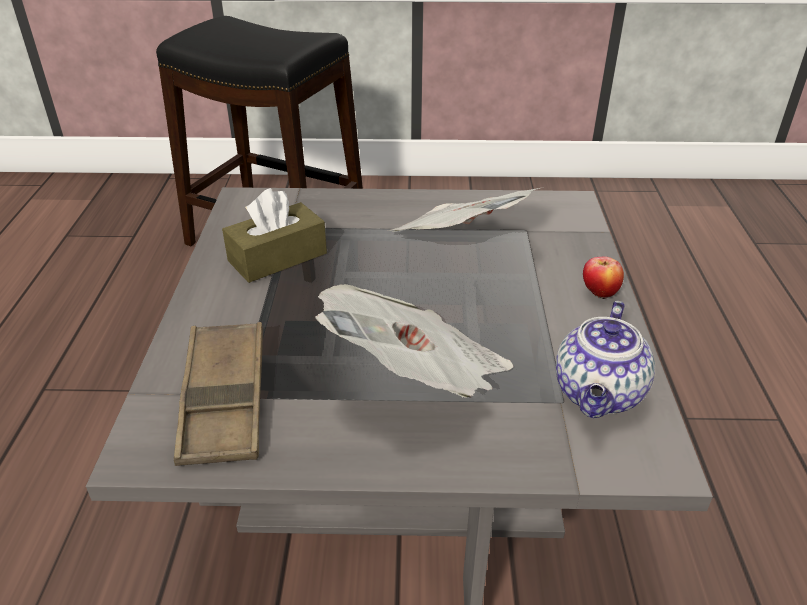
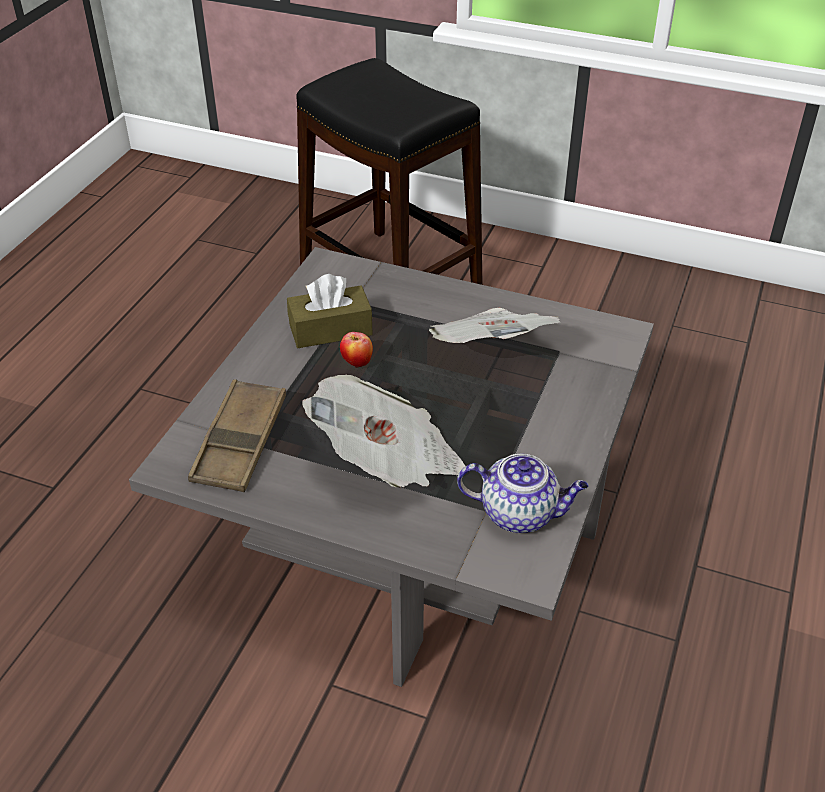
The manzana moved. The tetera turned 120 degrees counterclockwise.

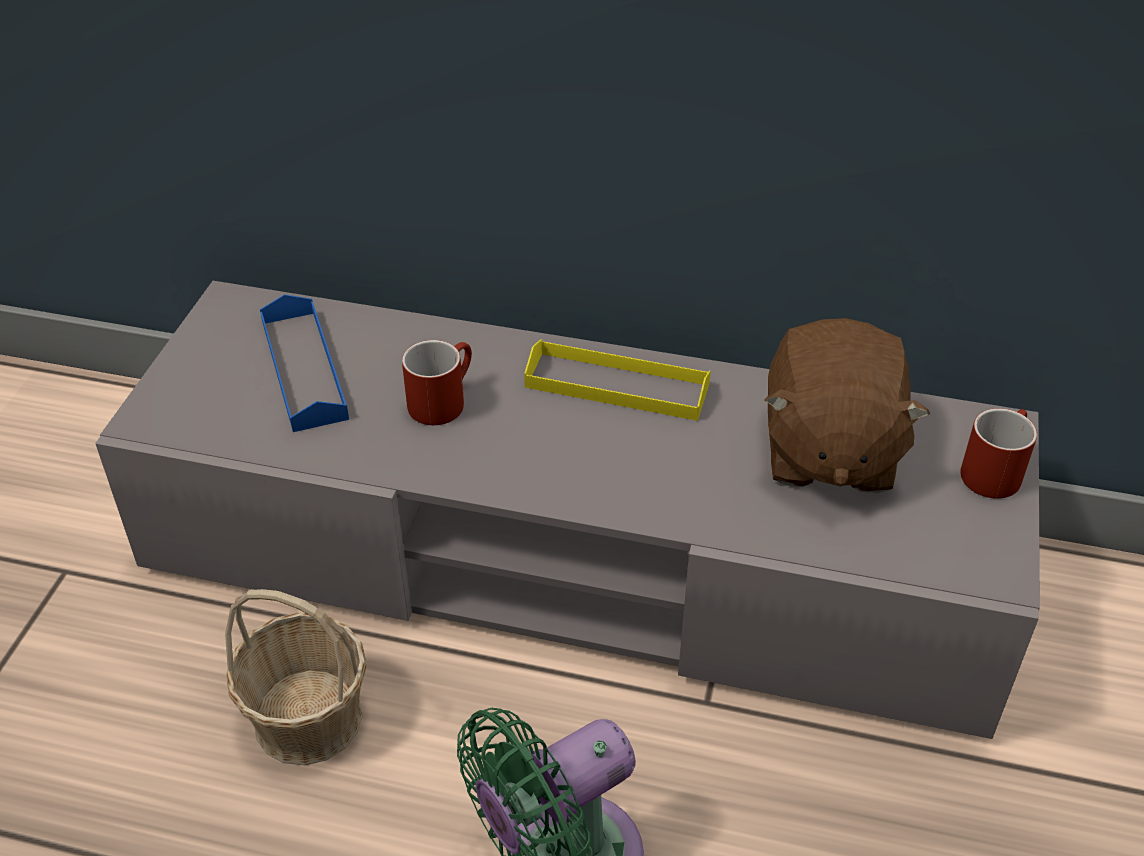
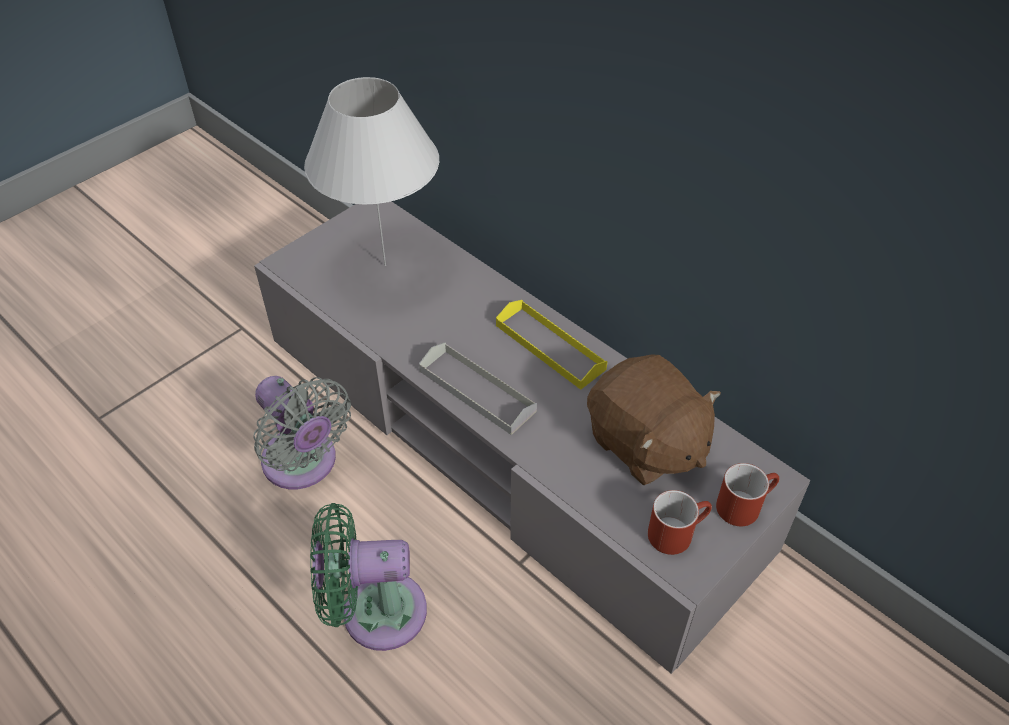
The bandeja (gris) appeared. The taza grande (rojo) (1st from left) moved. The cesta was replaced by the ventilador (gris). The bandeja (azul) was replaced by the lámpara de mesa (blanco). The peluche (marrón) turned 75 degrees counterclockwise.

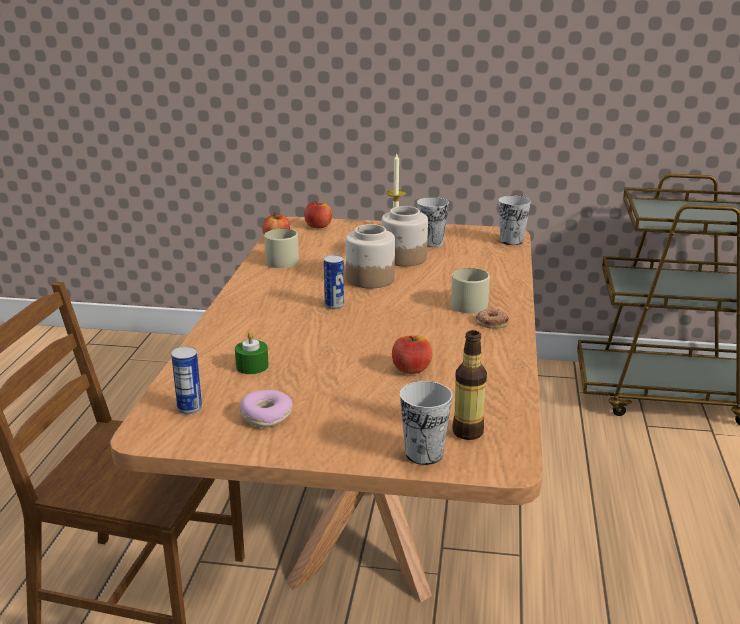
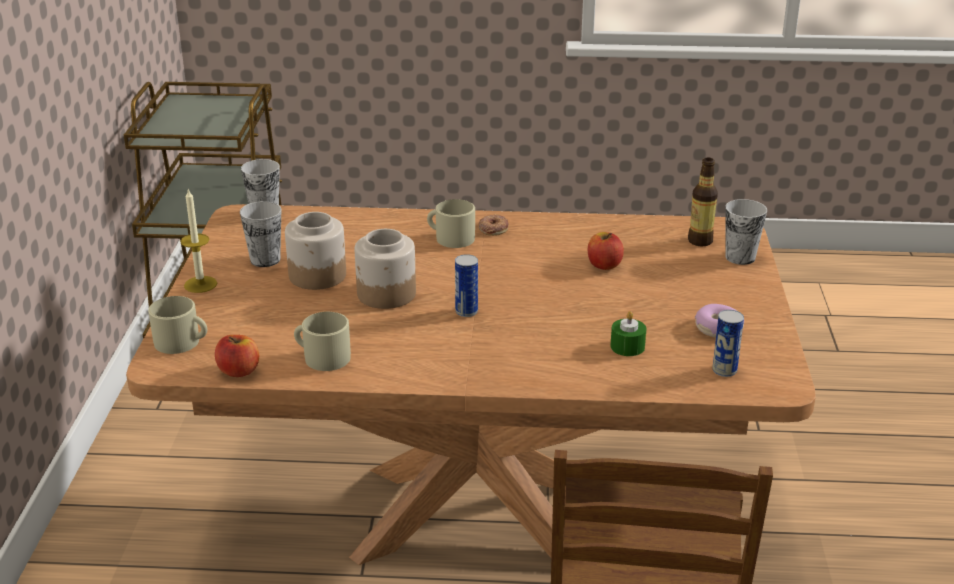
The manzana (2nd from left) was replaced by the taza grande (beis) (1st from left).

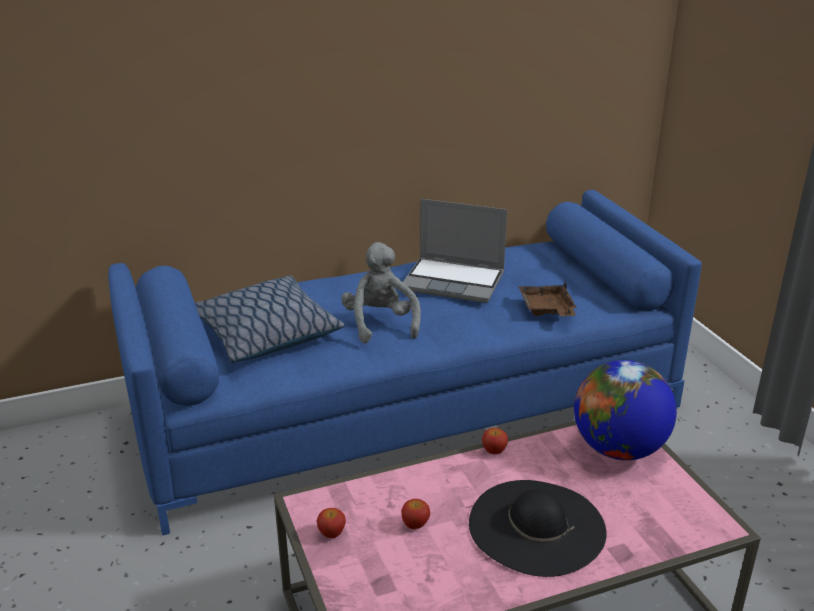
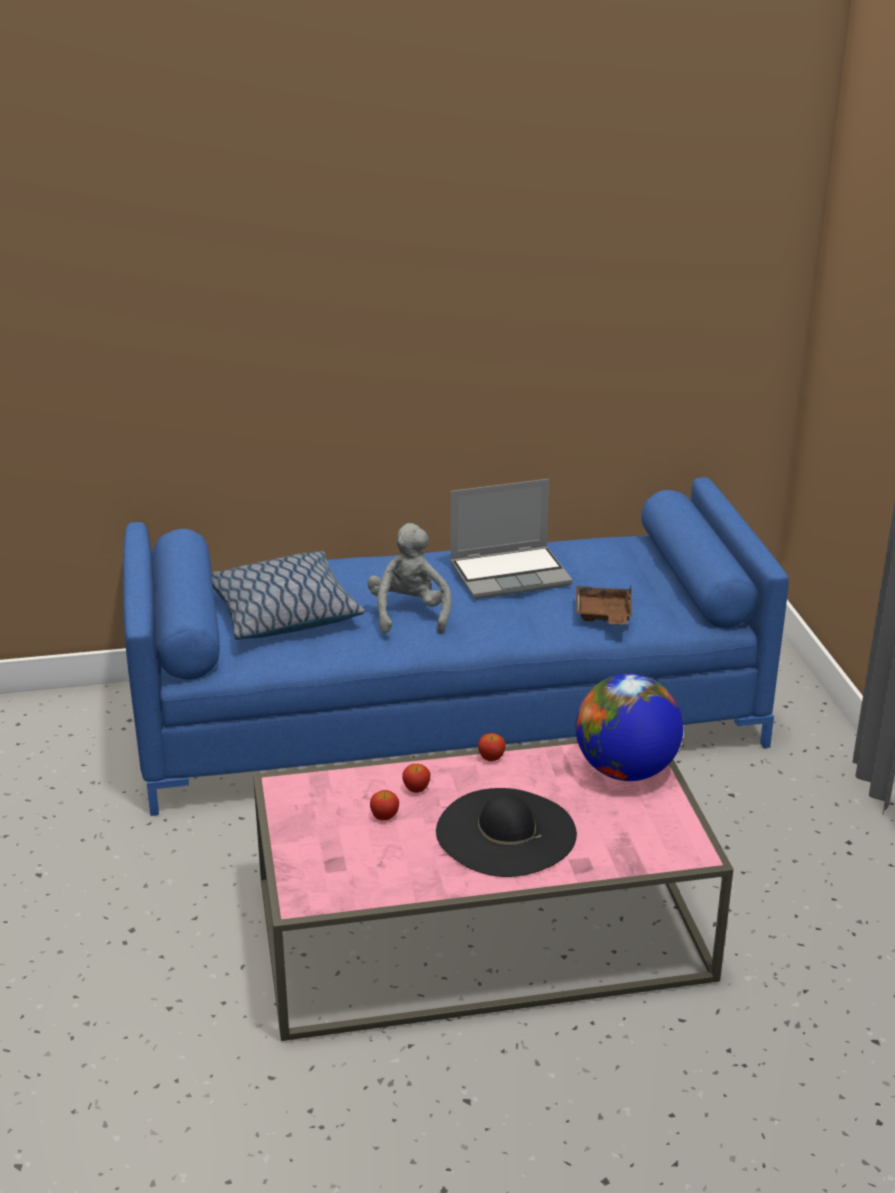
The manzana (1st from left in the first image) moved. The portátil turned 45 degrees counterclockwise.

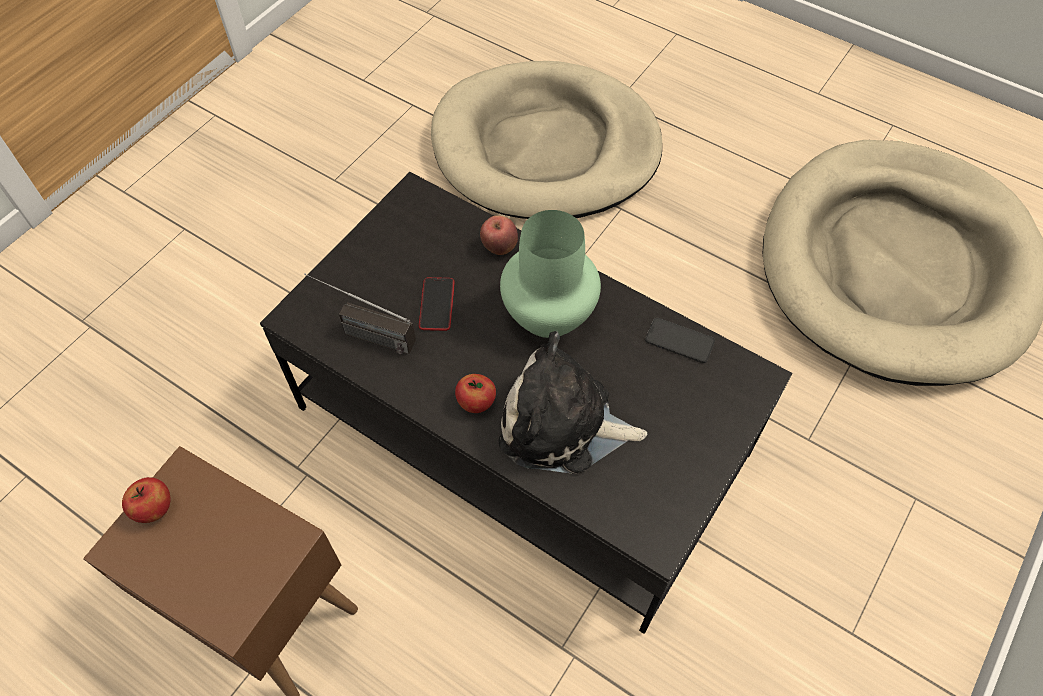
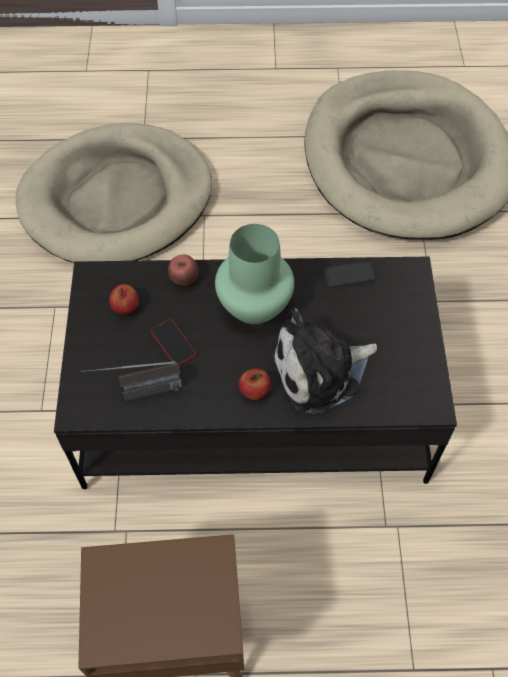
The manzana (1st from left) moved.

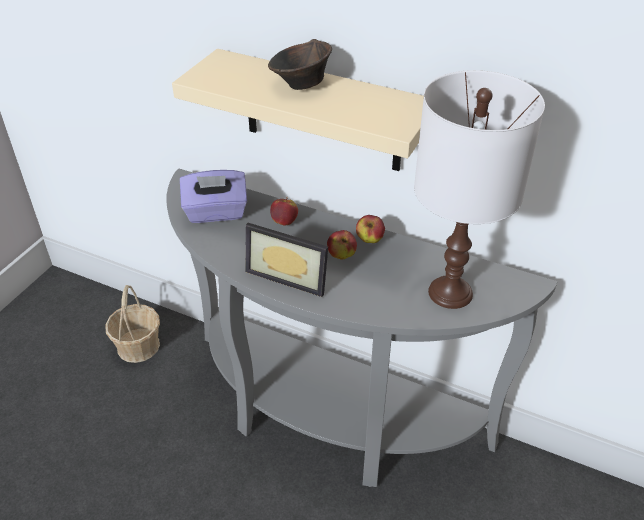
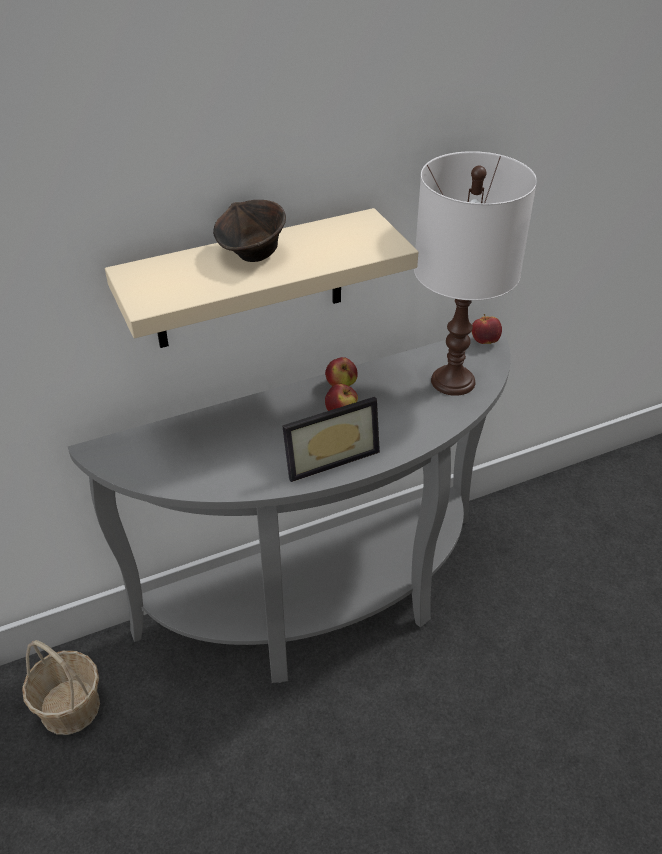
The caja de pañuelos (morado) disappeared. The manzana (1st from left in the first image) moved.

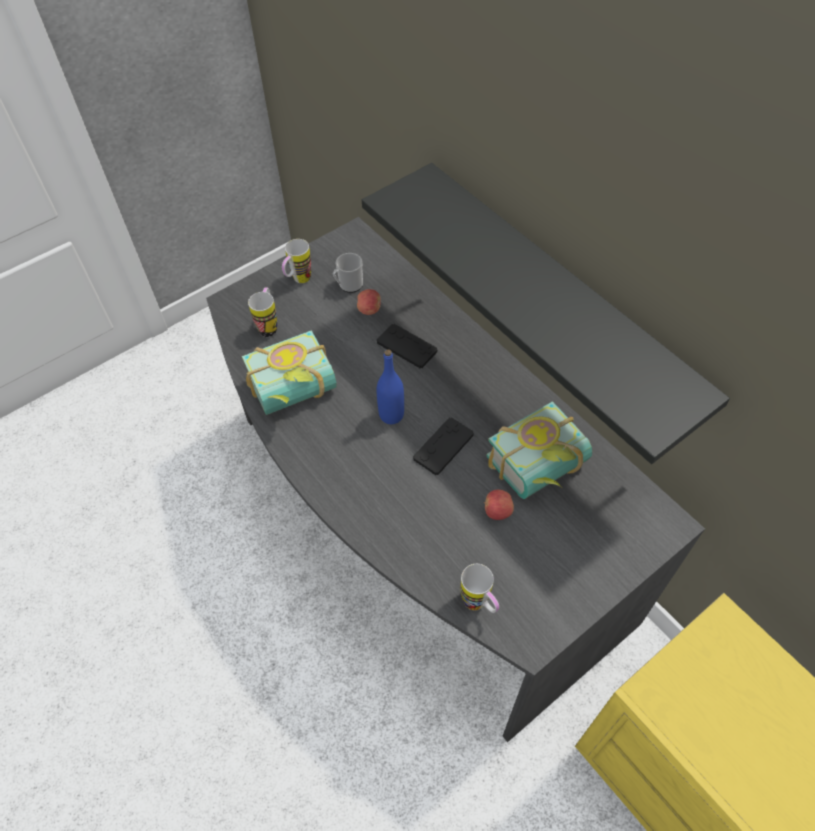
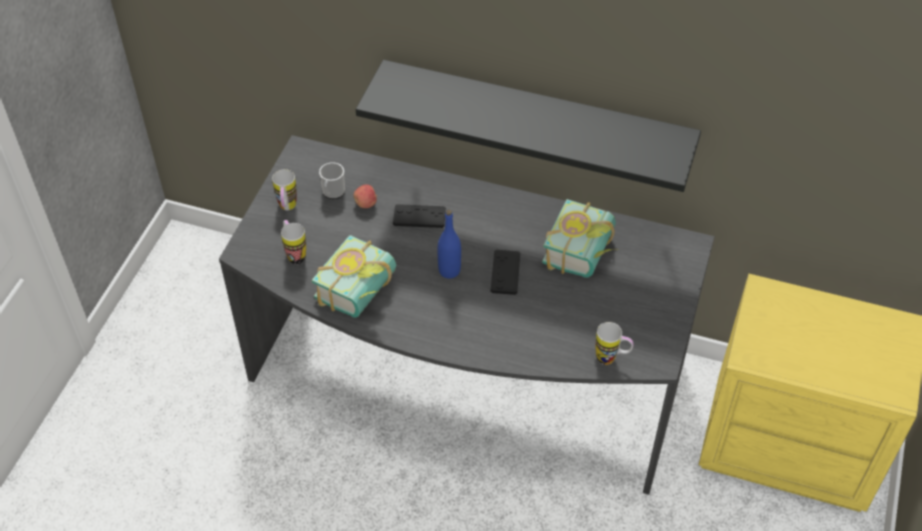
The manzana (2nd from left) disappeared.

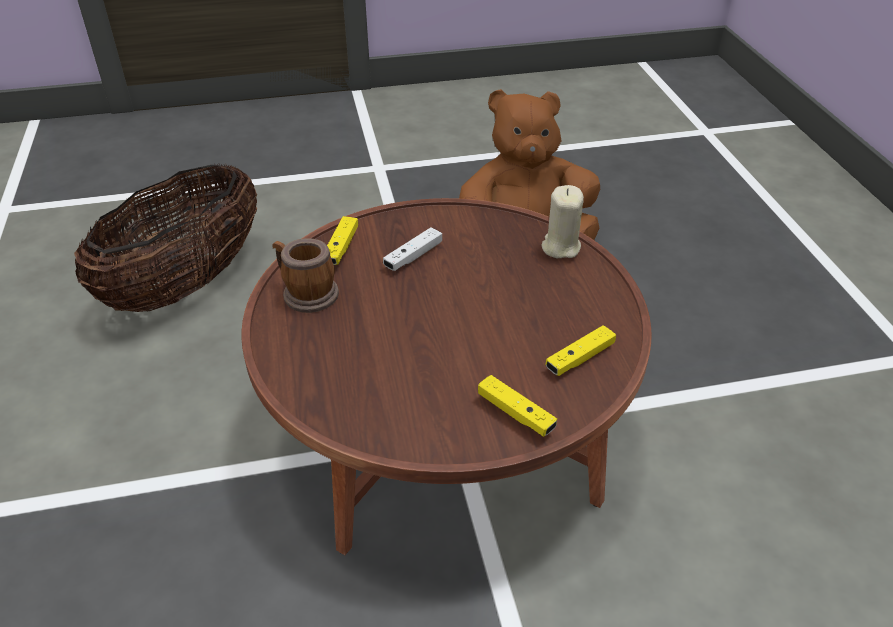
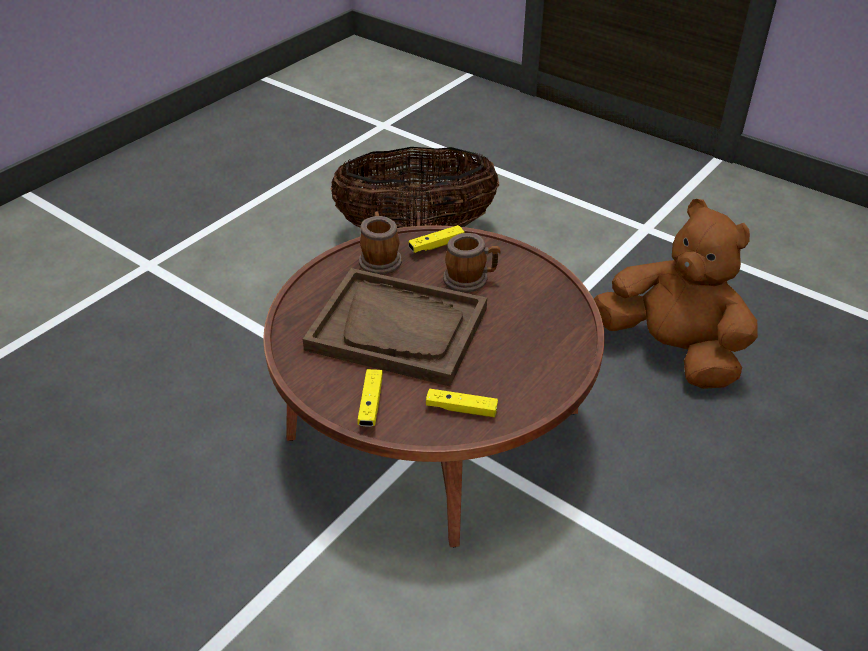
The vela (beis) disappeared. The bandeja (marrón) appeared. The mando de consola (blanco) was replaced by the taza grande (2nd from left).

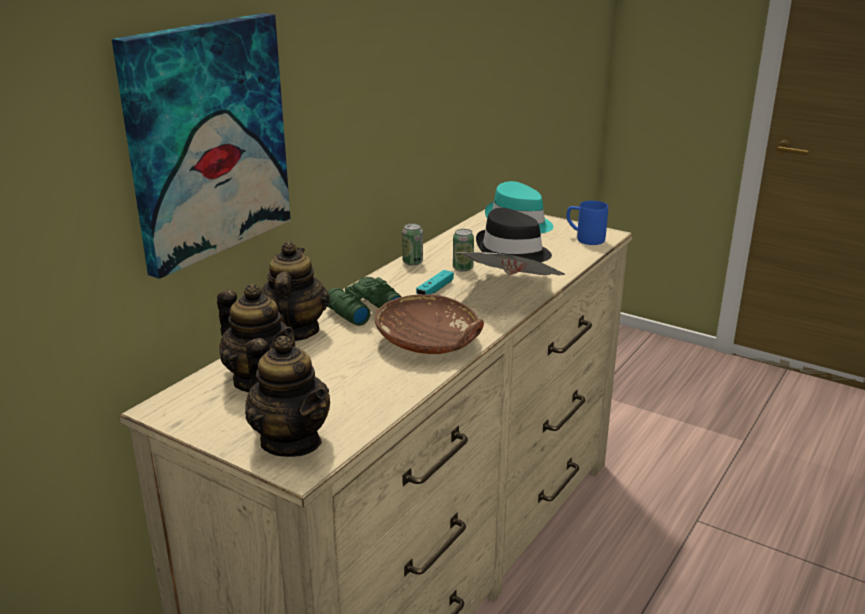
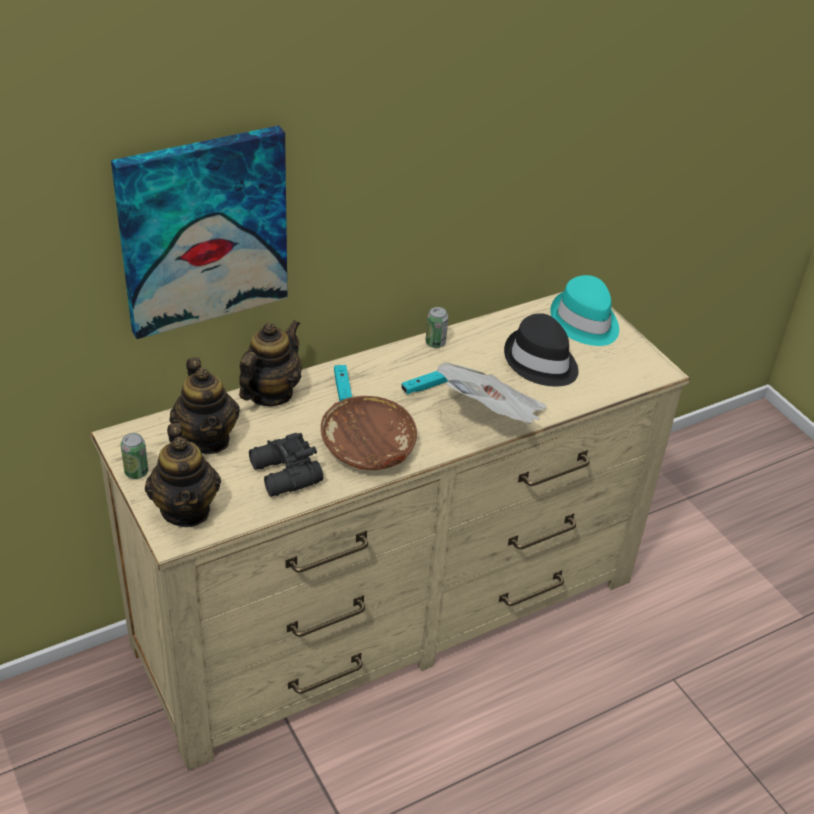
The taza grande (azul) disappeared. The prismáticos (negro) appeared. The lata (2nd from left in the first image) moved. The prismáticos (verde) was replaced by the mando de consola (turquesa) (1st from left).

